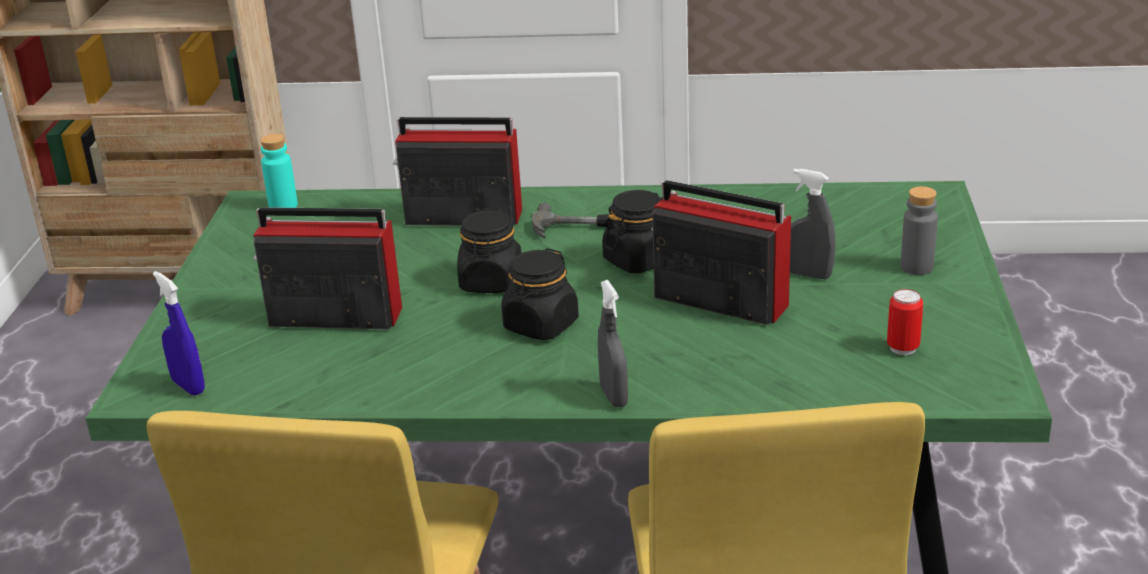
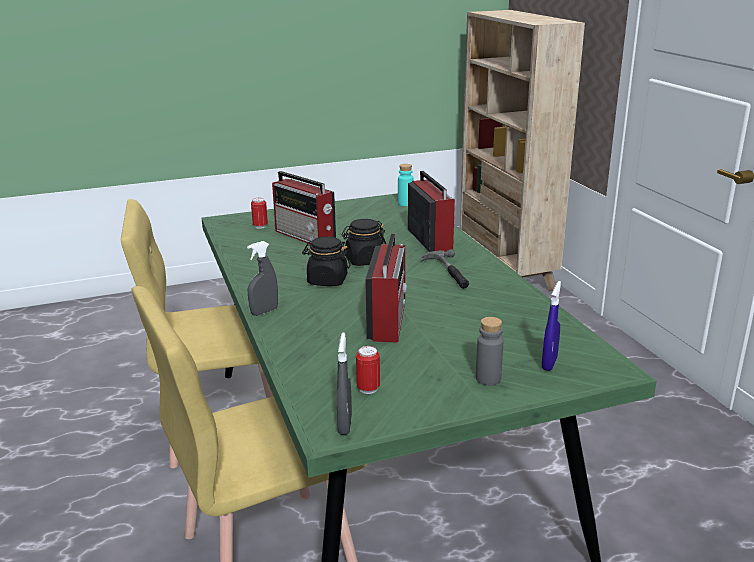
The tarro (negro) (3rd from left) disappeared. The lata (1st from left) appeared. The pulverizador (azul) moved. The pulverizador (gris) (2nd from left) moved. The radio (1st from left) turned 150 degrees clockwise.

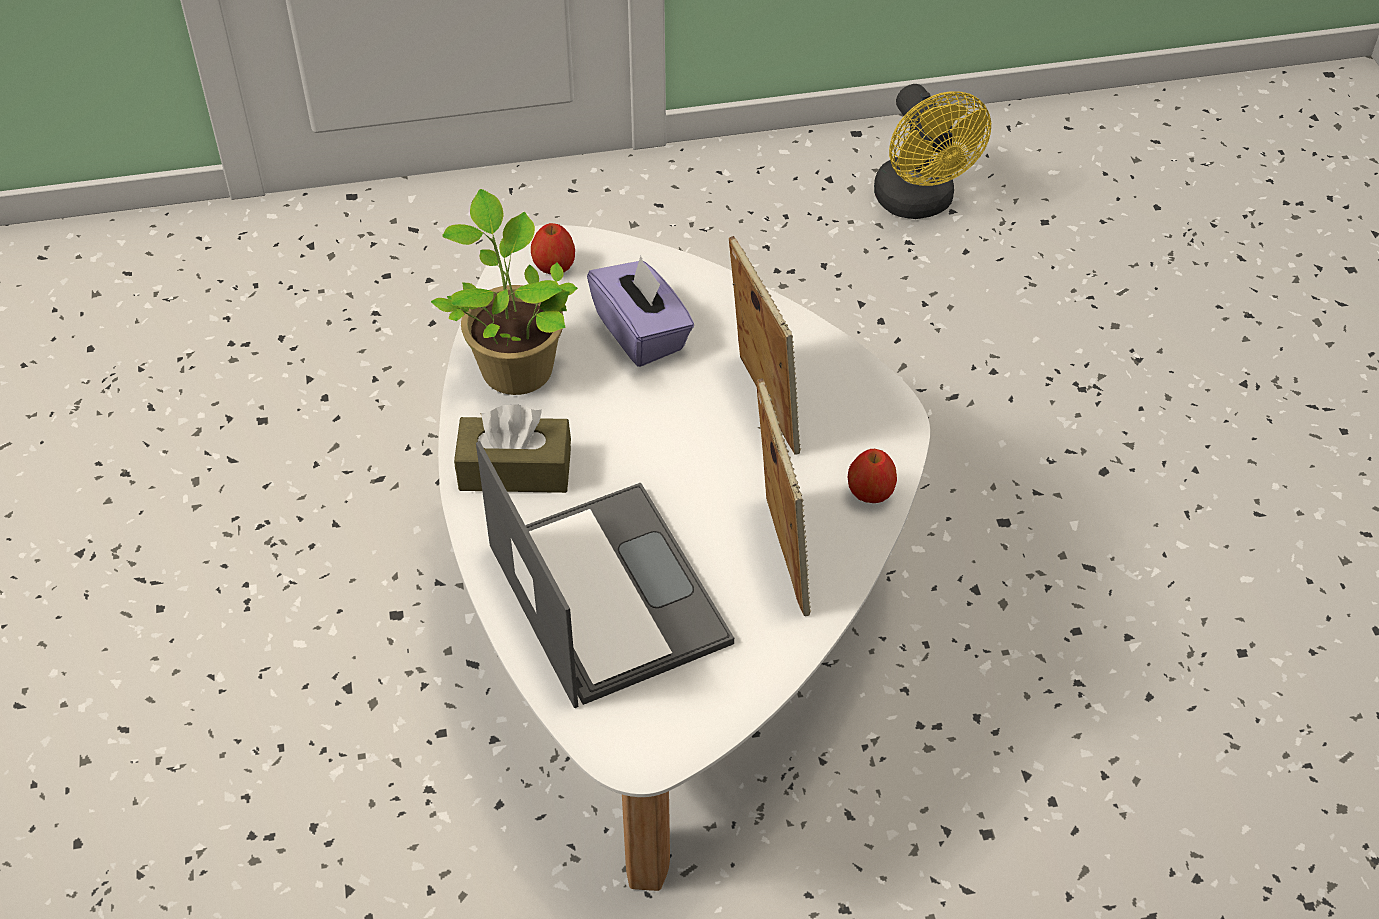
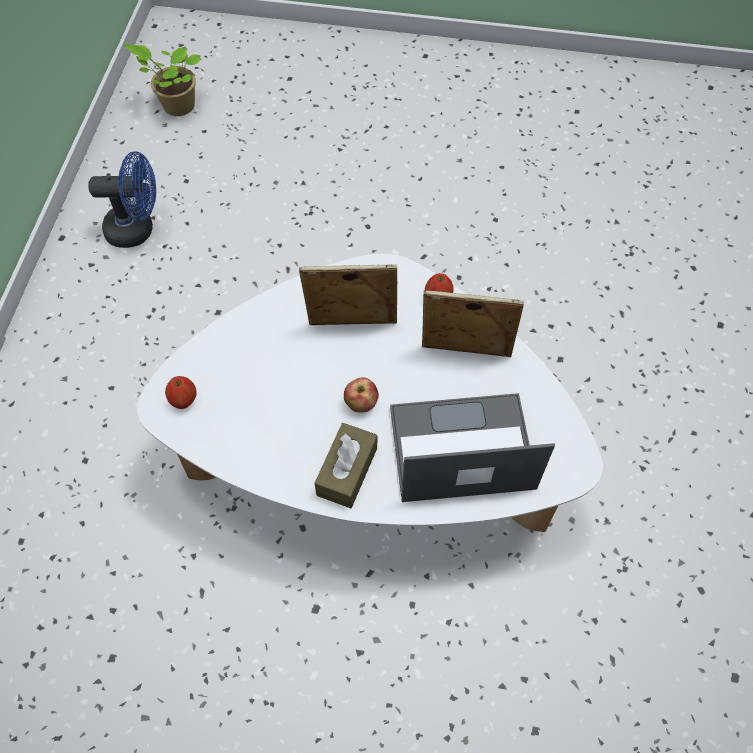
The caja de pañuelos (morado) disappeared. The manzana (2nd from left) appeared. The planta en maceta moved. The ventilador (amarillo) became the ventilador (azul).

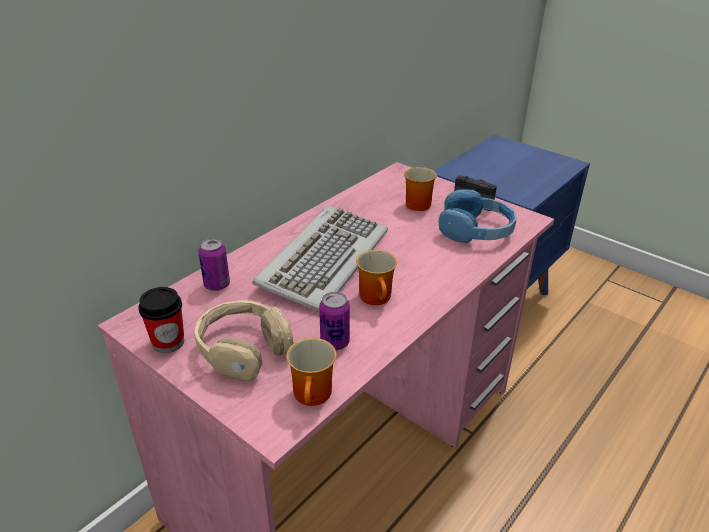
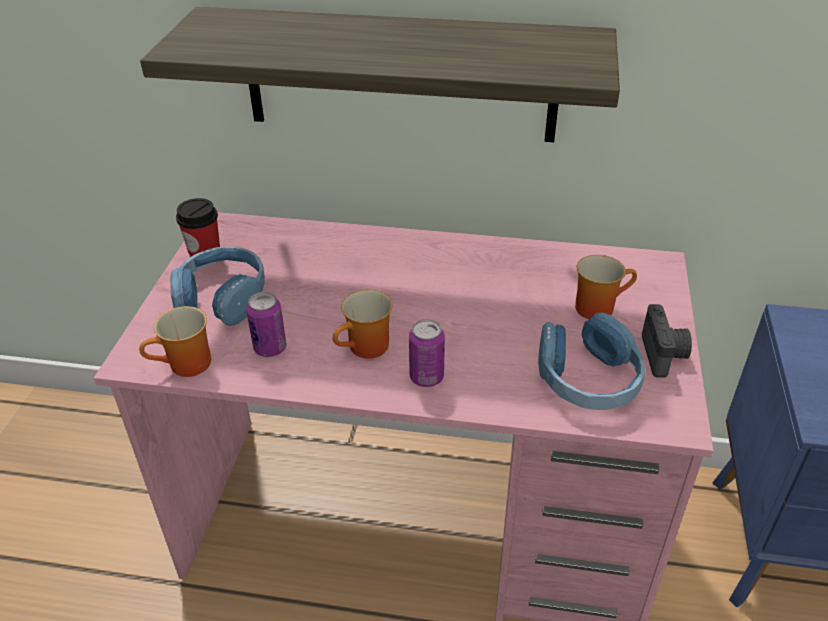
The teclado disappeared. The estante appeared. The lata (1st from left in the first image) moved. The auriculares (beis) became the auriculares (azul) (1st from left).

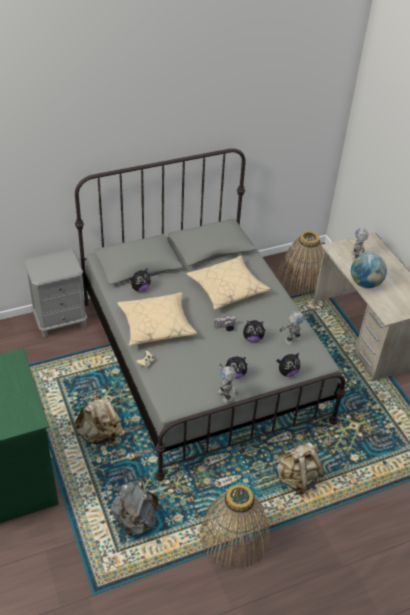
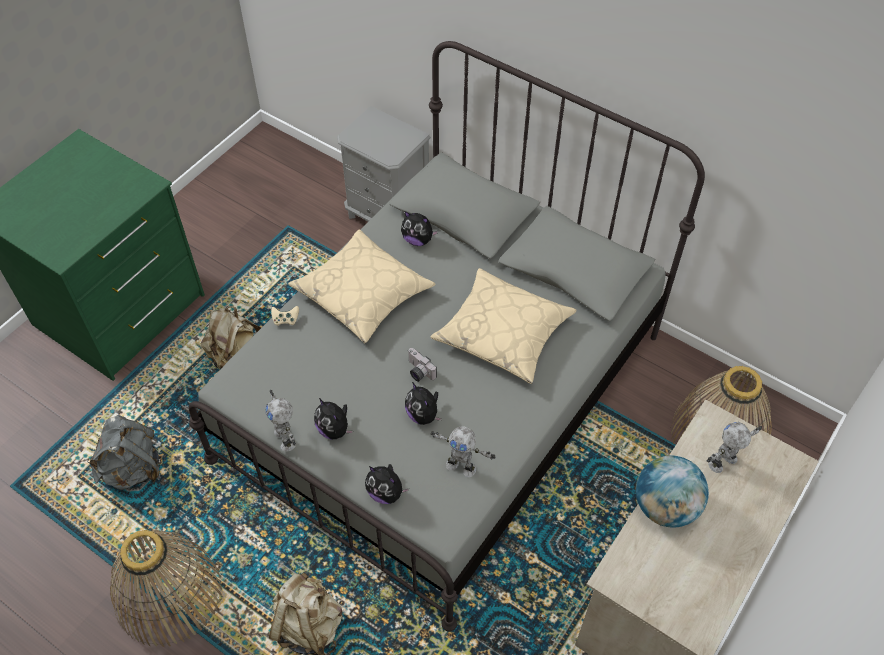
The robot de juguete (1st from left) turned 60 degrees counterclockwise.

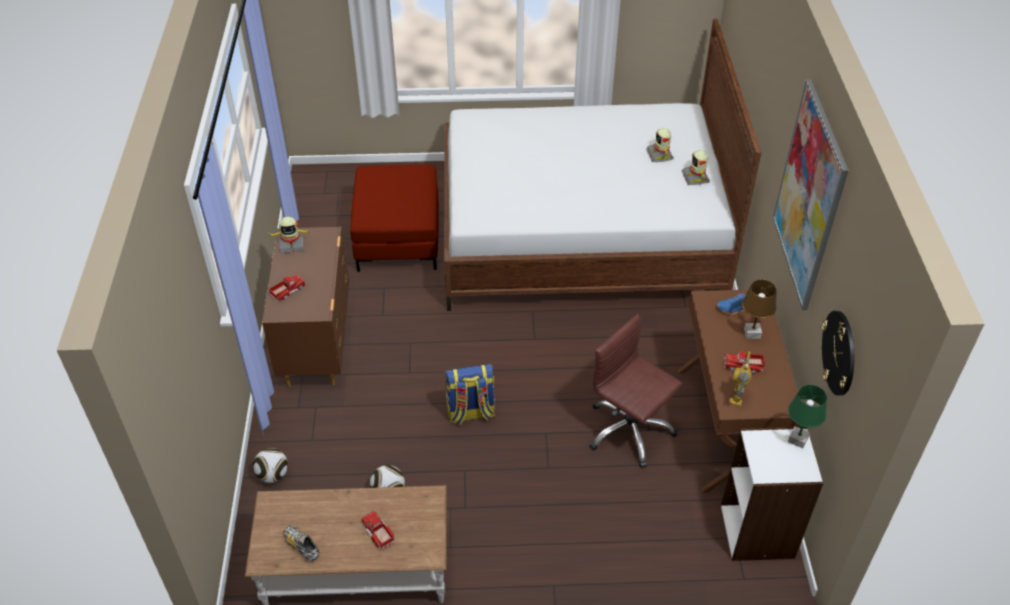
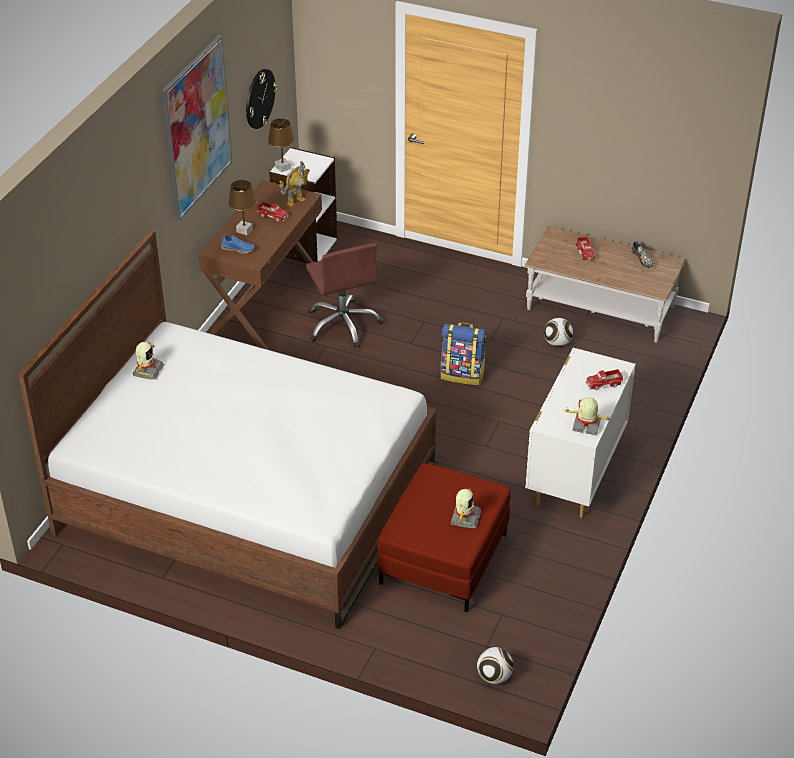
The balón de fútbol (1st from left) moved. The robot de juguete (2nd from left in the first image) moved. The cómoda (marrón) became the cómoda (blanco). The lámpara de mesa (verde) became the lámpara de mesa (marrón) (2nd from left).

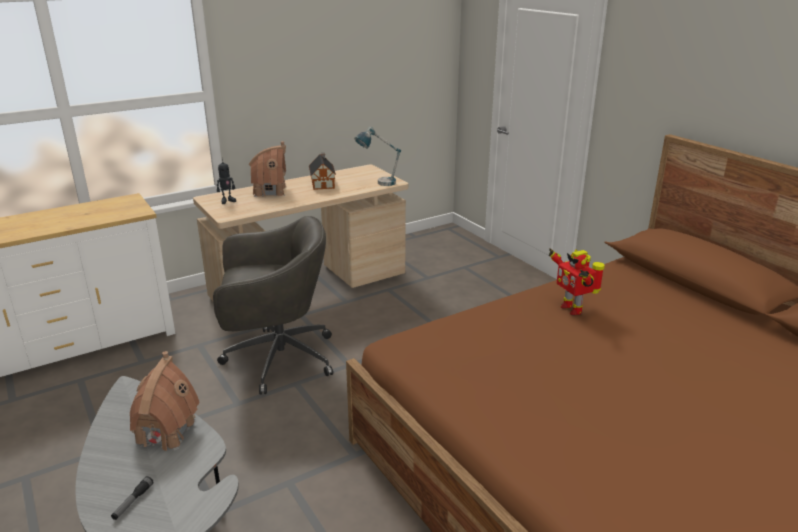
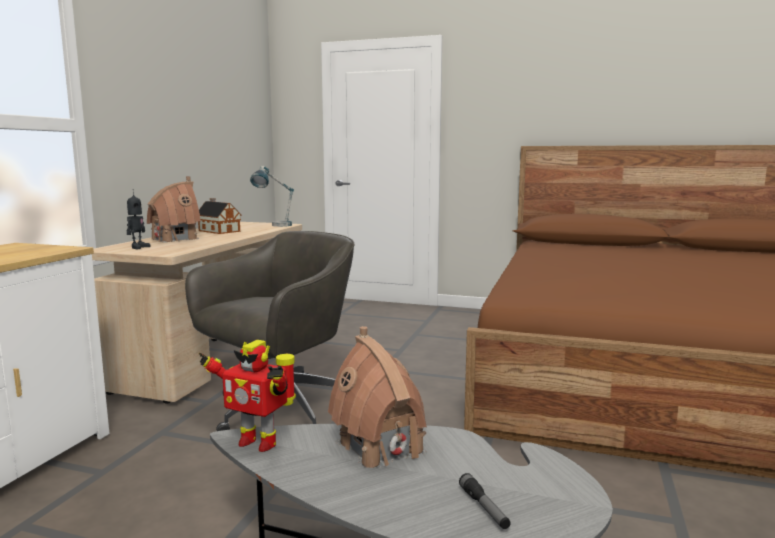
The robot de juguete (2nd from left) moved.

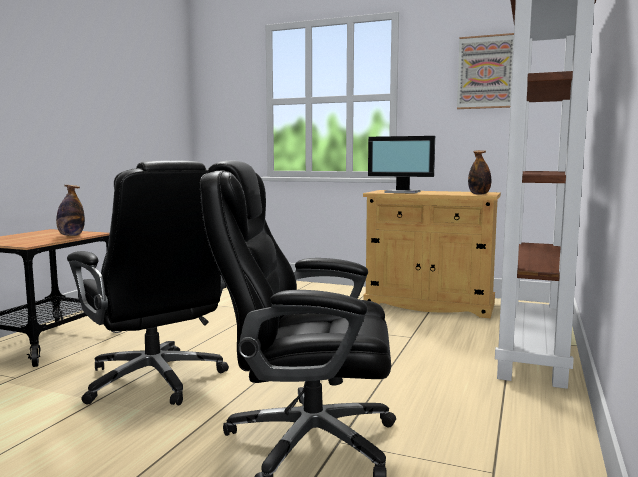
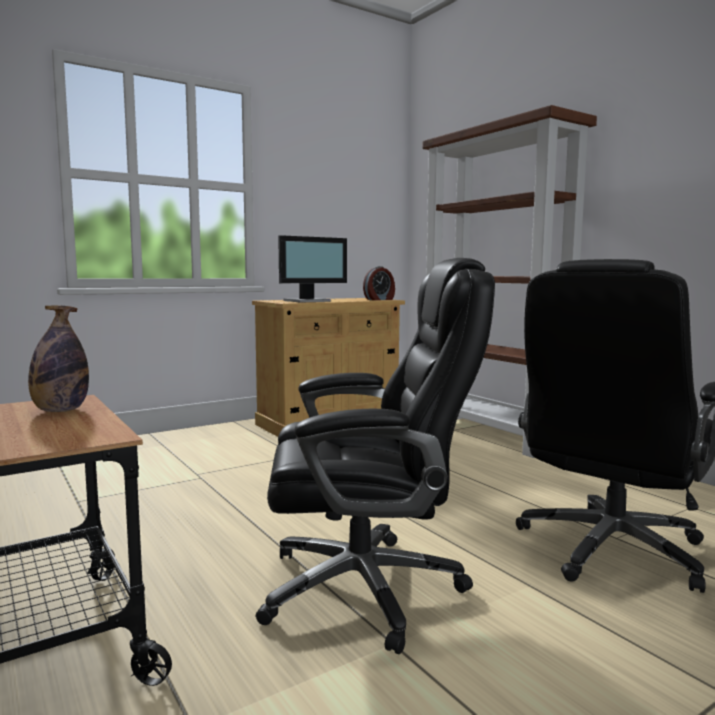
The cuadro disappeared. The botella (2nd from left) was replaced by the despertador.

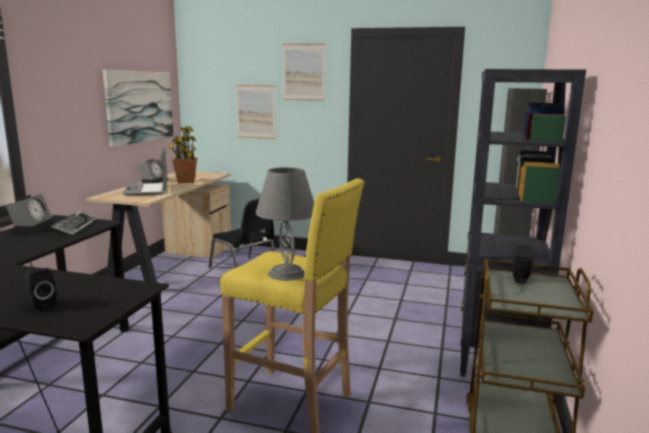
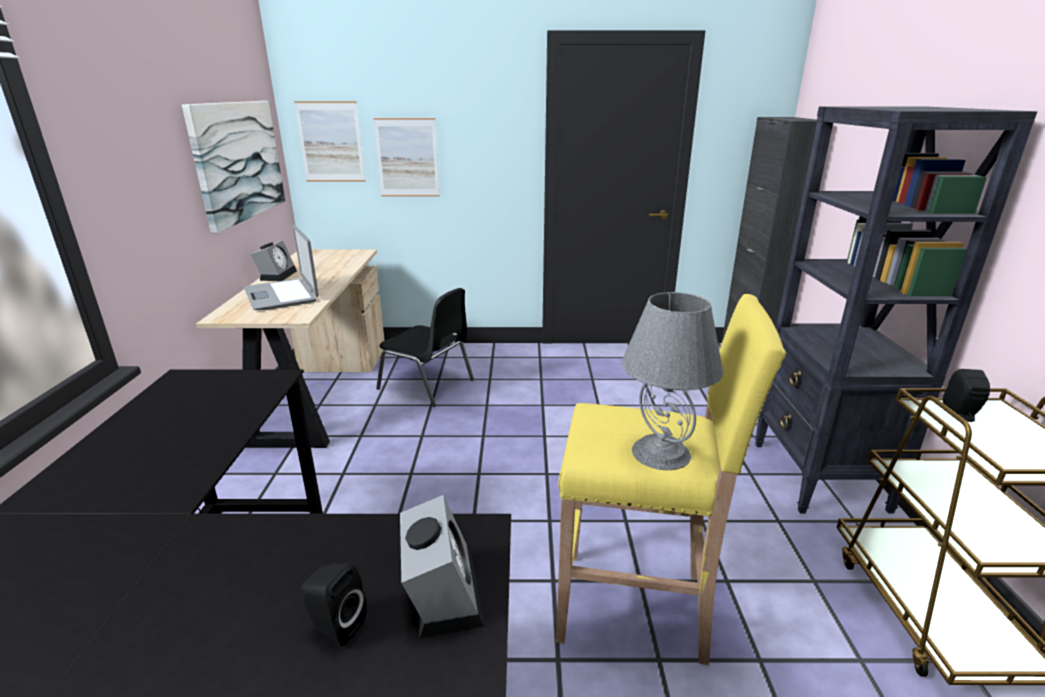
The teclado disappeared. The planta en maceta disappeared. The despertador (1st from left in the first image) moved. The cuadro (3rd from left in the first image) moved.

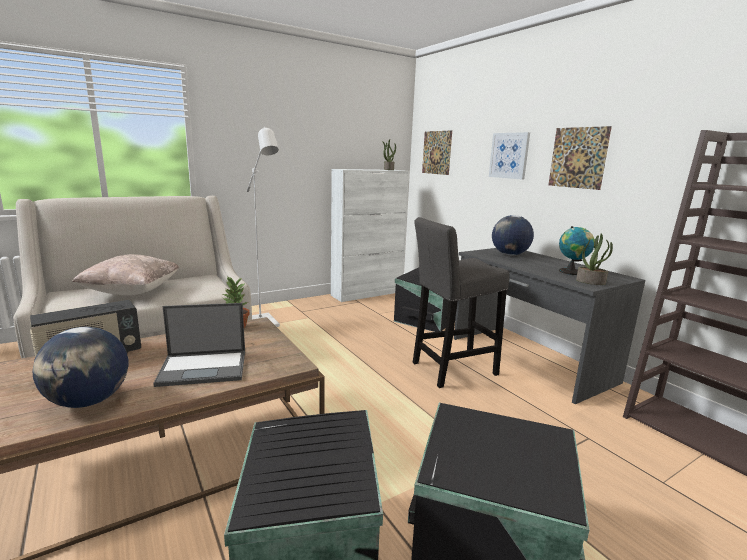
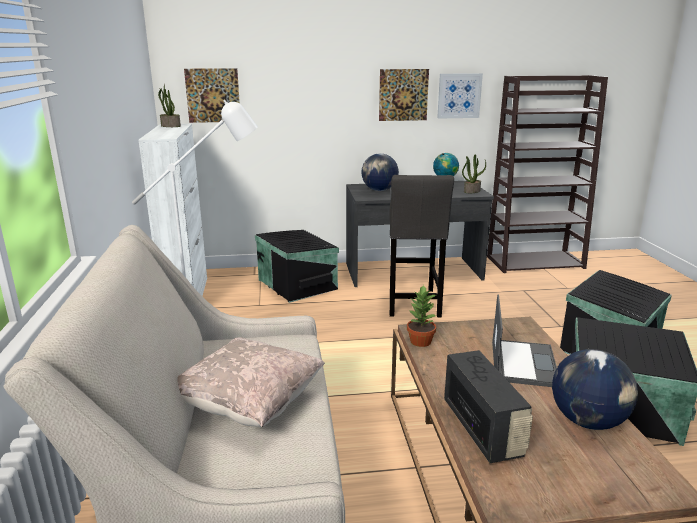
The cuadro (2nd from left in the first image) moved.

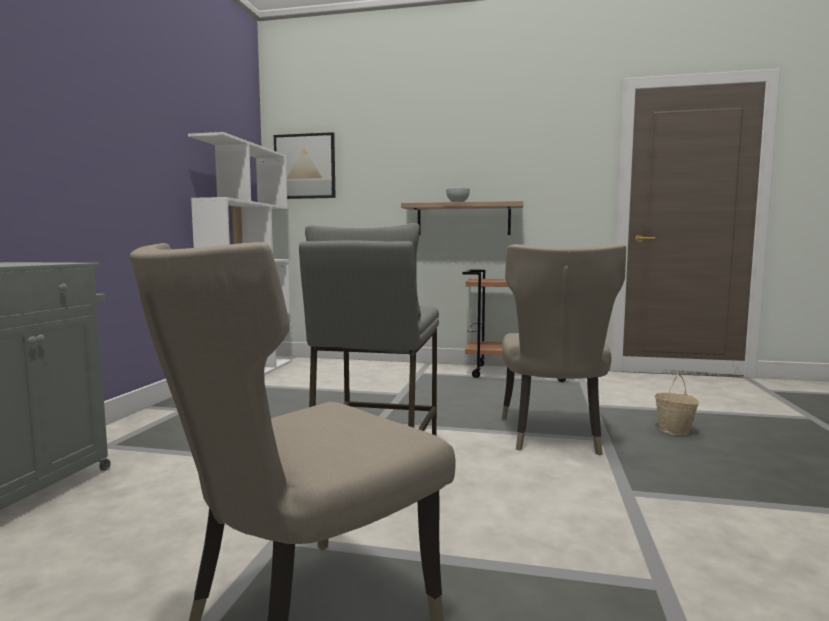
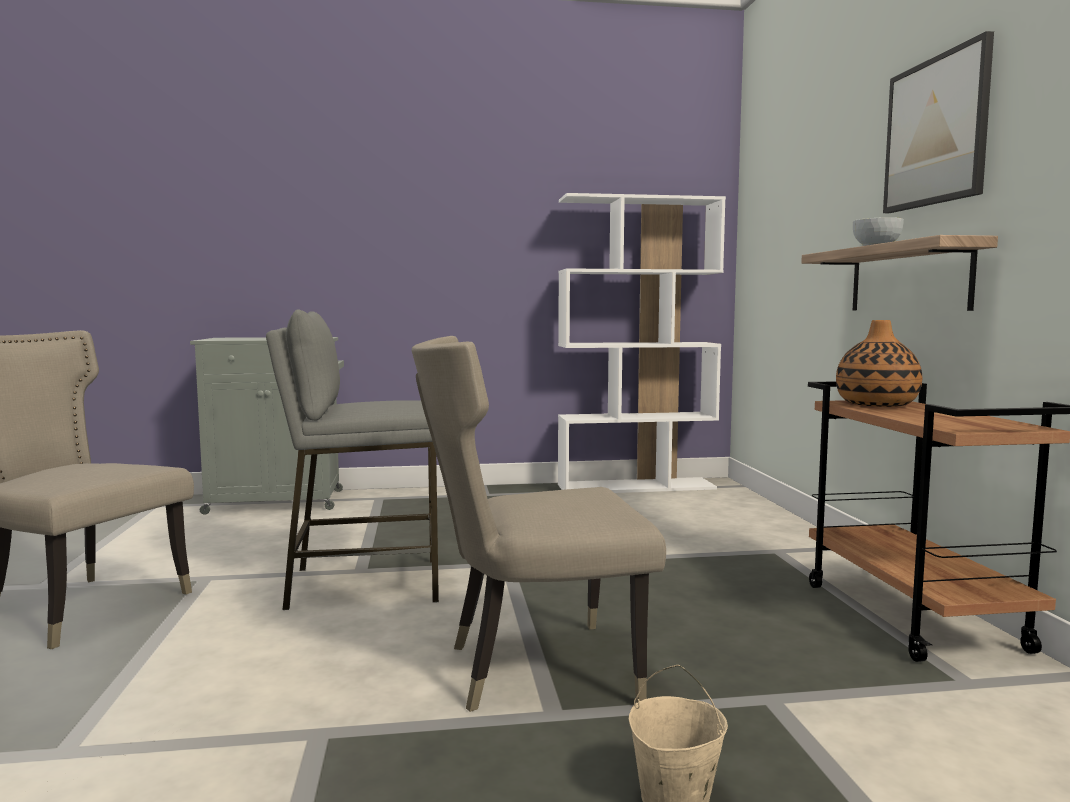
The florero appeared. The cuadro moved.

